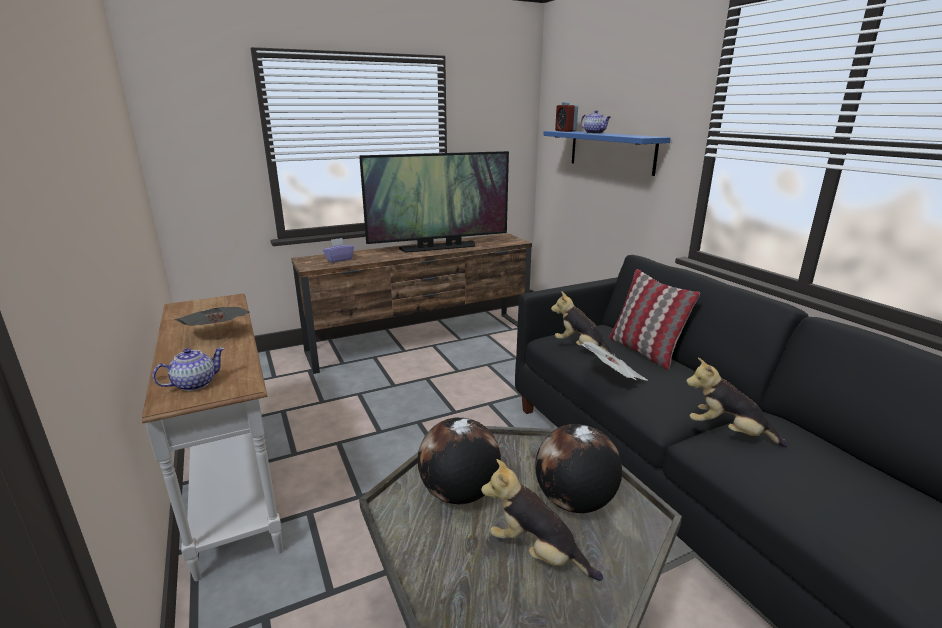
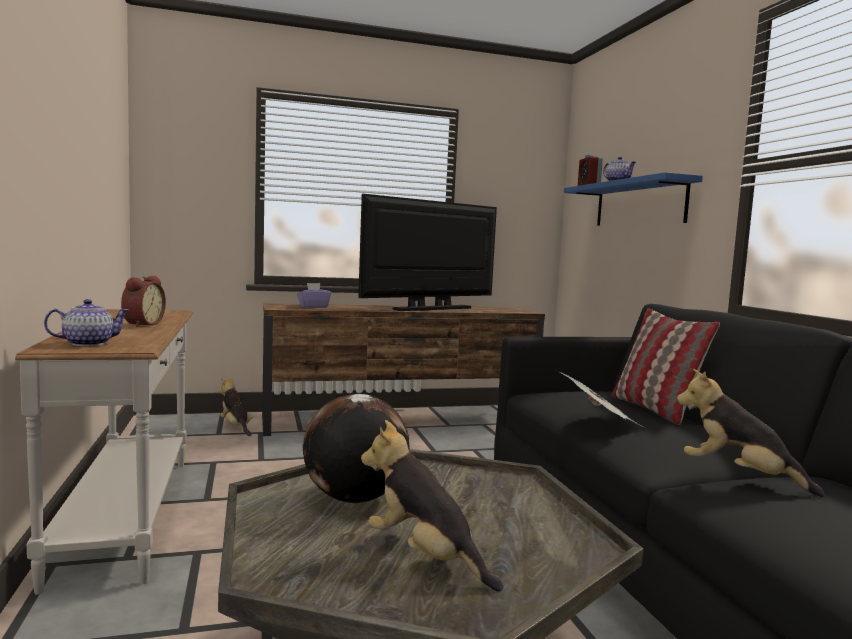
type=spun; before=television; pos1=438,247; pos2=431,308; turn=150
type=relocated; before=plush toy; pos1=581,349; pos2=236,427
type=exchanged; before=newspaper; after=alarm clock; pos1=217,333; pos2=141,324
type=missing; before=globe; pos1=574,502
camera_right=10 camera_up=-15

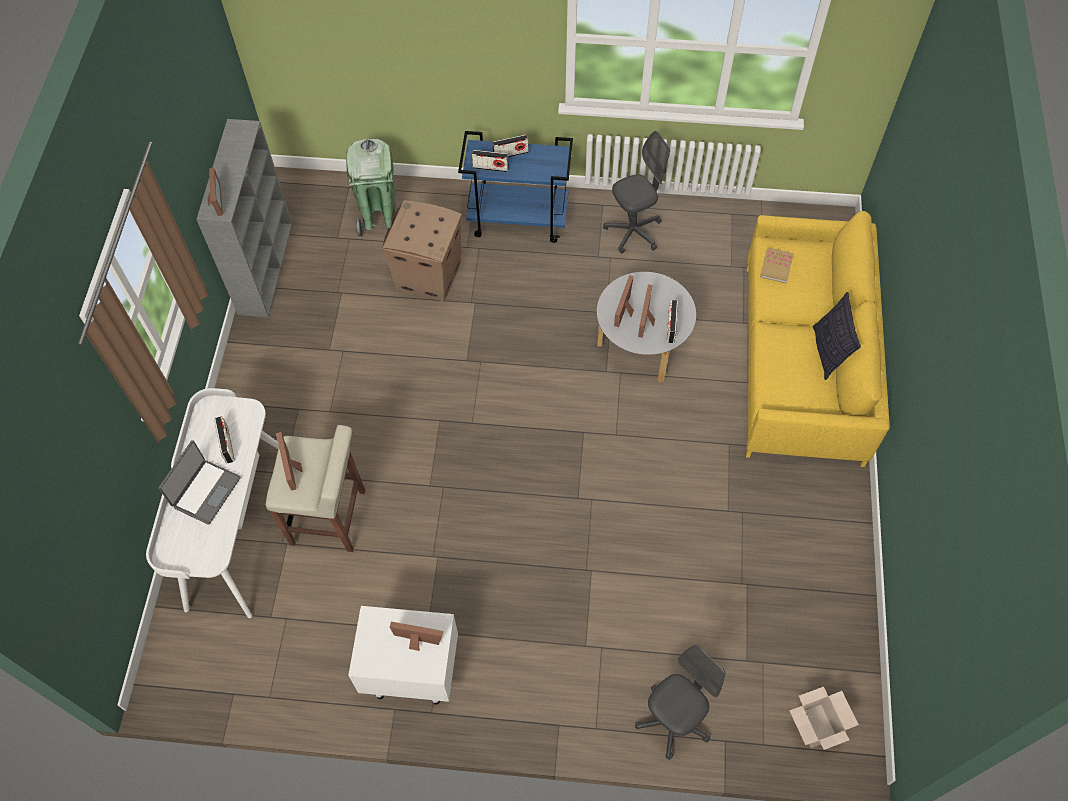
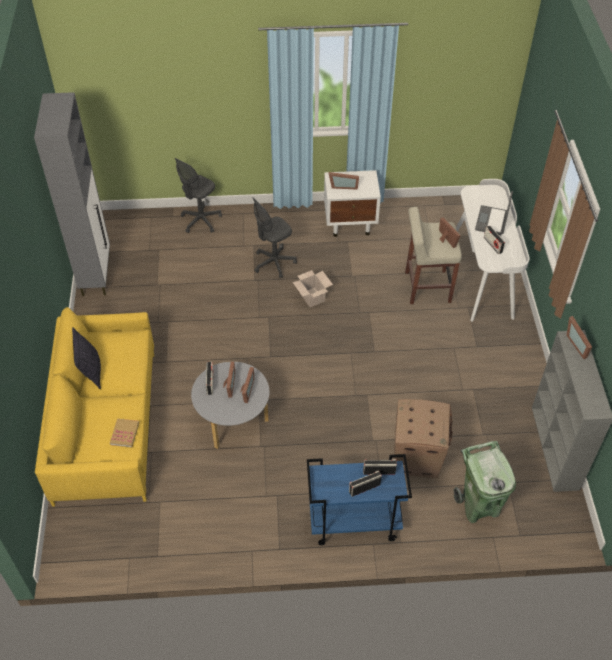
type=relocated; before=grey office chair; pos1=633,232; pos2=274,263
type=relocated; before=cardboard box; pos1=815,725; pos2=313,297
type=appeared; after=grey cabinet; pos2=96,274
camera_right=170 camera_up=-10

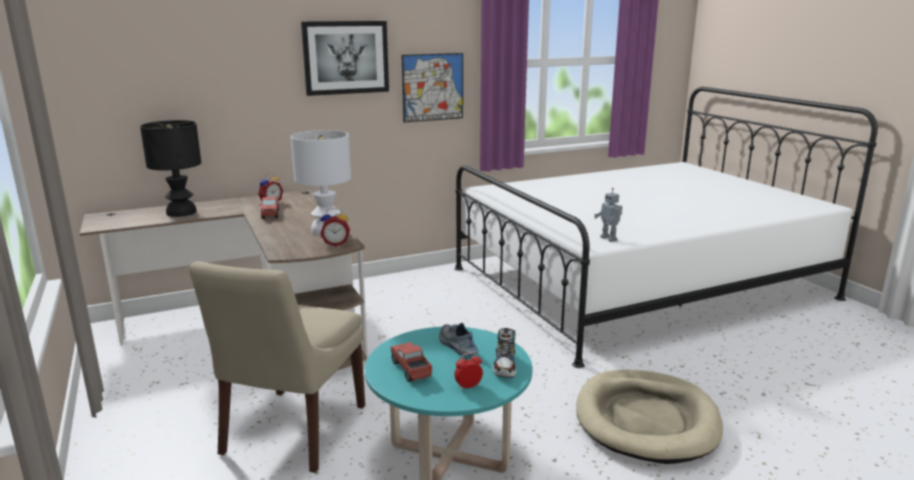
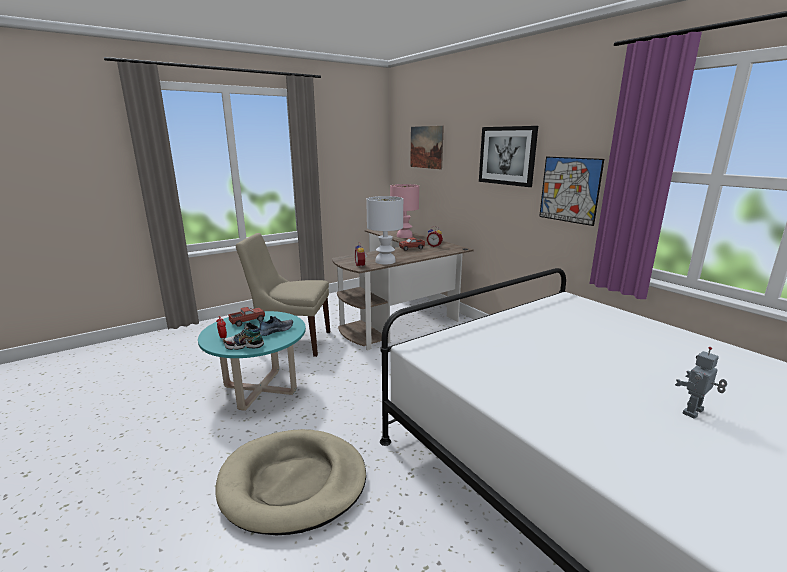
type=colour; before=black table lamp; after=pink table lamp; pos1=181,212; pos2=404,236
type=relocated; before=toy robot; pos1=609,239; pos2=694,412
type=appeared; after=picture; pos2=426,147
camera_right=80 camera_up=0

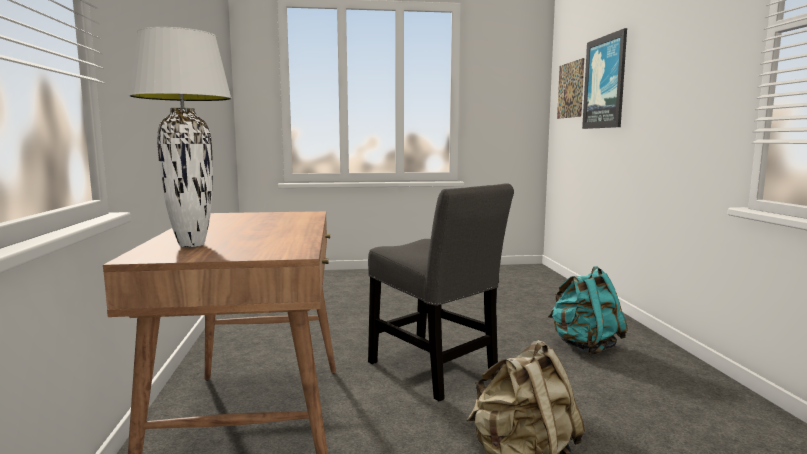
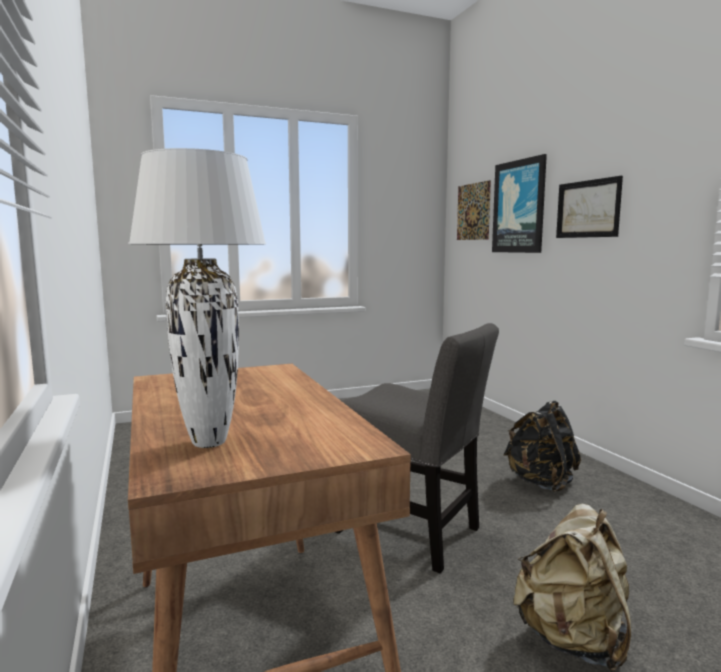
type=colour; before=turquoise backpack; after=black backpack; pos1=585,347; pos2=540,482
type=appeared; after=picture; pos2=587,209
camera_right=-15 camera_up=0

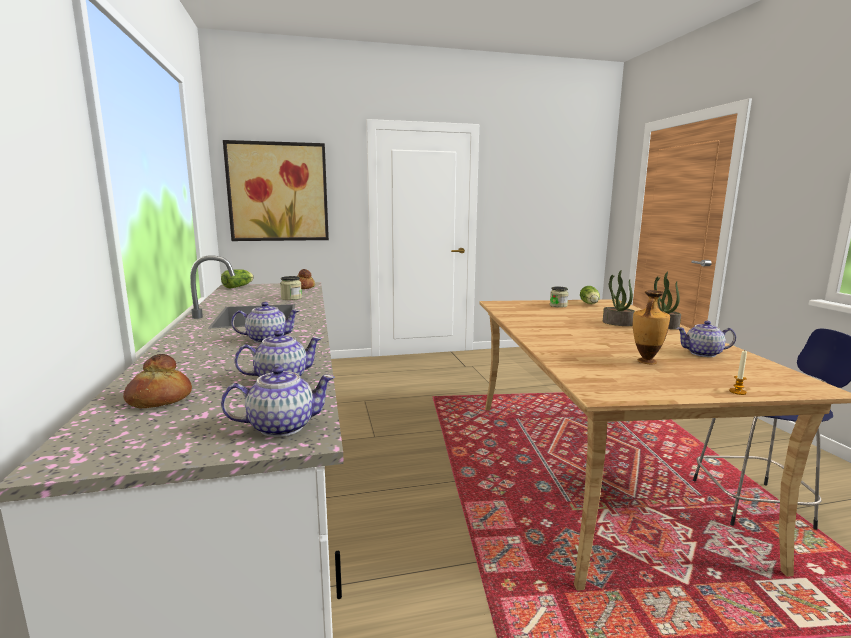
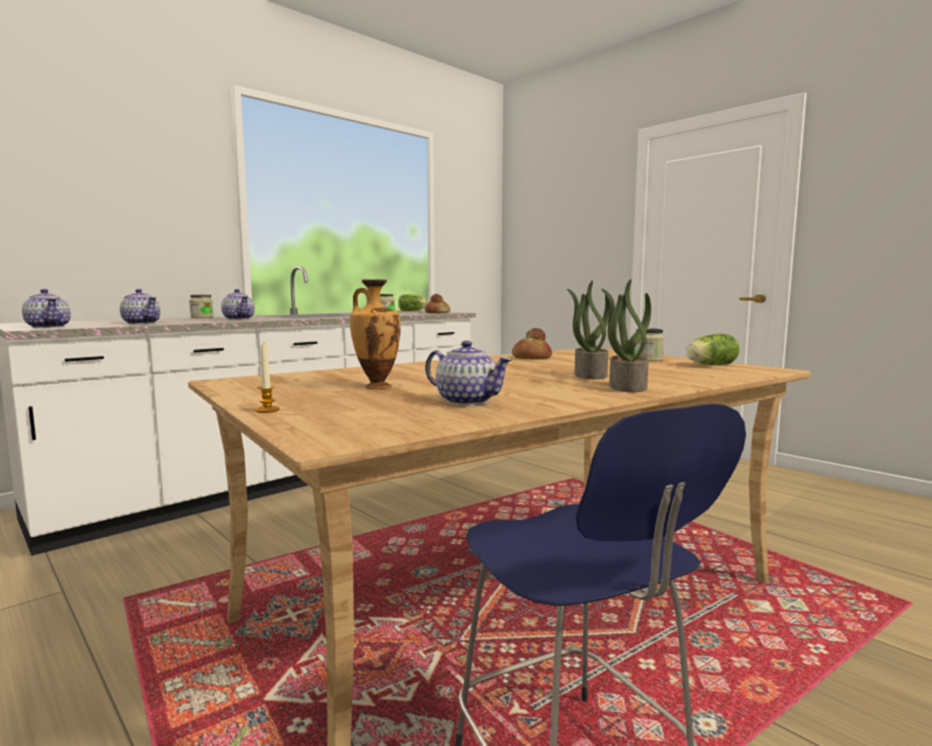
type=missing; before=picture; pos1=278,192
type=spun; before=teapot; pos1=703,353; pos2=466,401; turn=150
type=relocated; before=bread; pos1=159,399; pos2=531,358
type=appeared; after=jar; pos2=202,317
camera_right=60 camera_up=-5

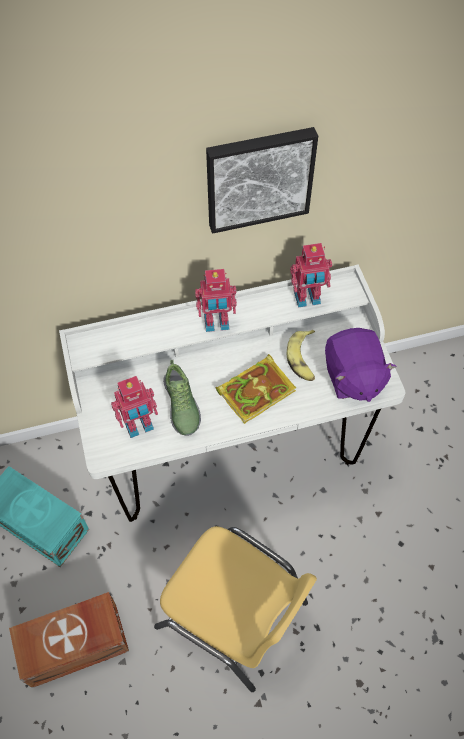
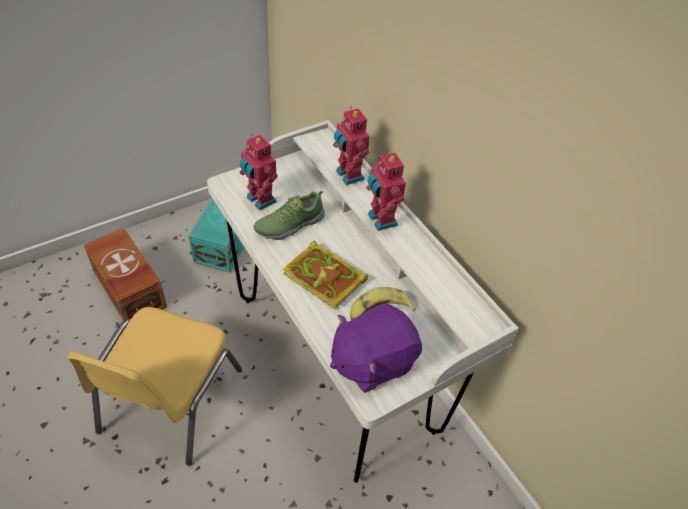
type=missing; before=picture; pos1=258,178
type=relocated; before=toy robot; pos1=307,299; pos2=348,175
camera_right=70 camera_up=-10

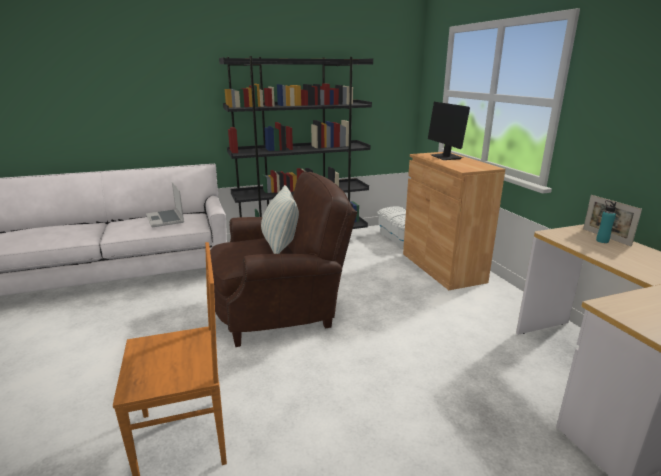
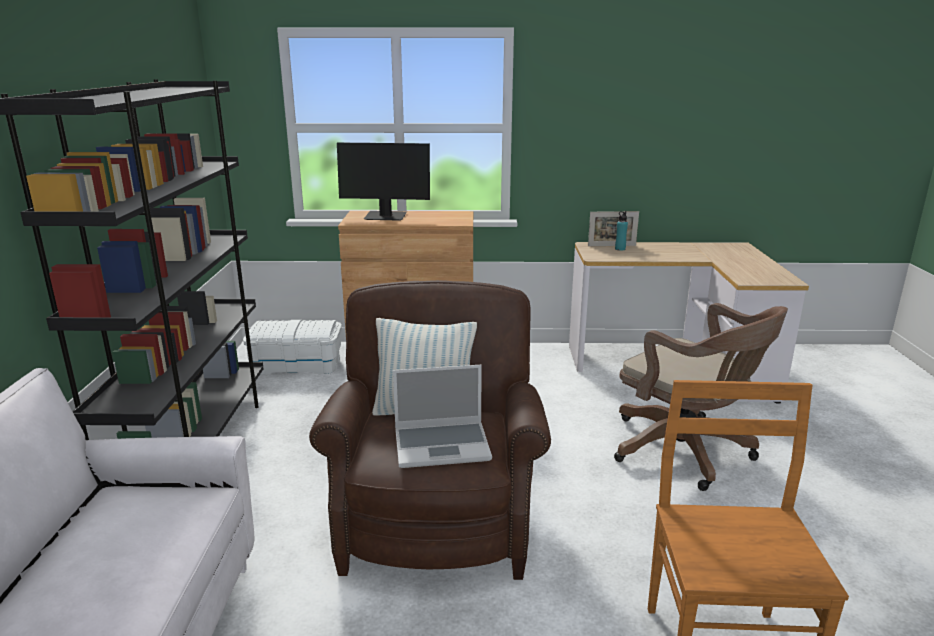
type=relocated; before=laptop; pos1=166,219; pos2=443,445
type=appeared; after=brown office chair; pos2=686,452
camera_right=-70 camera_up=0

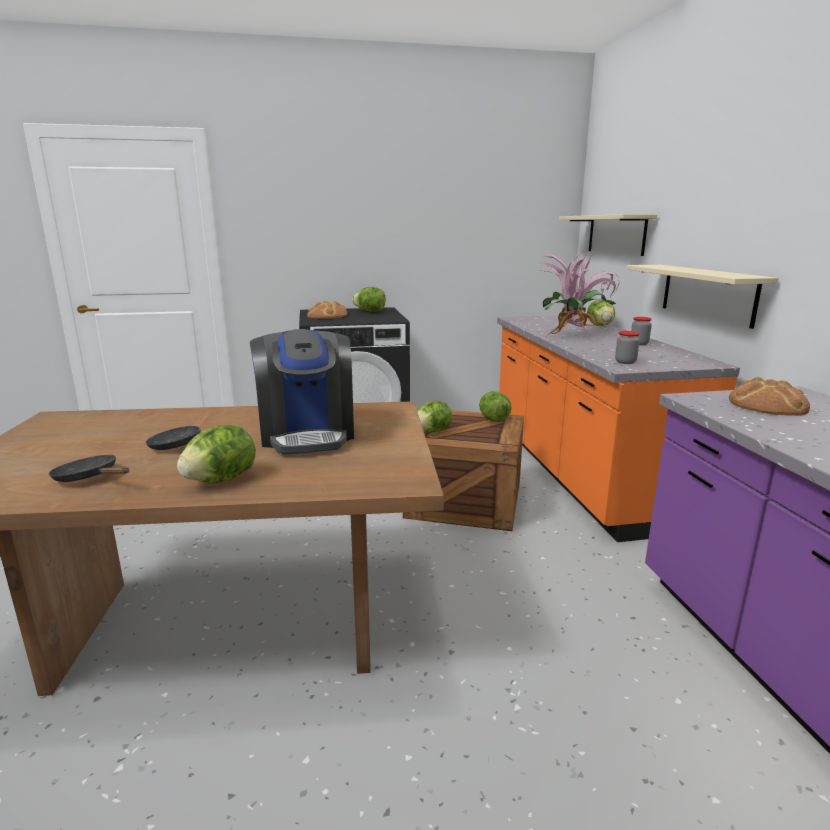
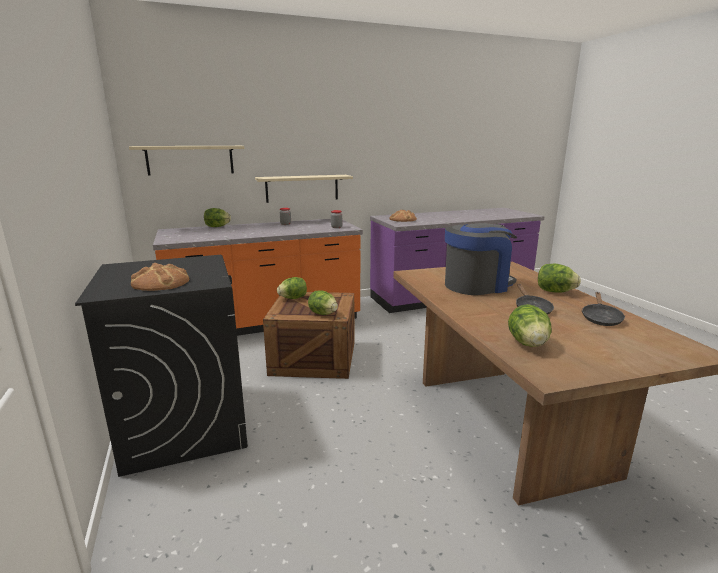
type=missing; before=potted plant; pos1=574,335
type=relocated; before=lettuce; pos1=370,311; pos2=528,344
camera_right=-100 camera_up=0

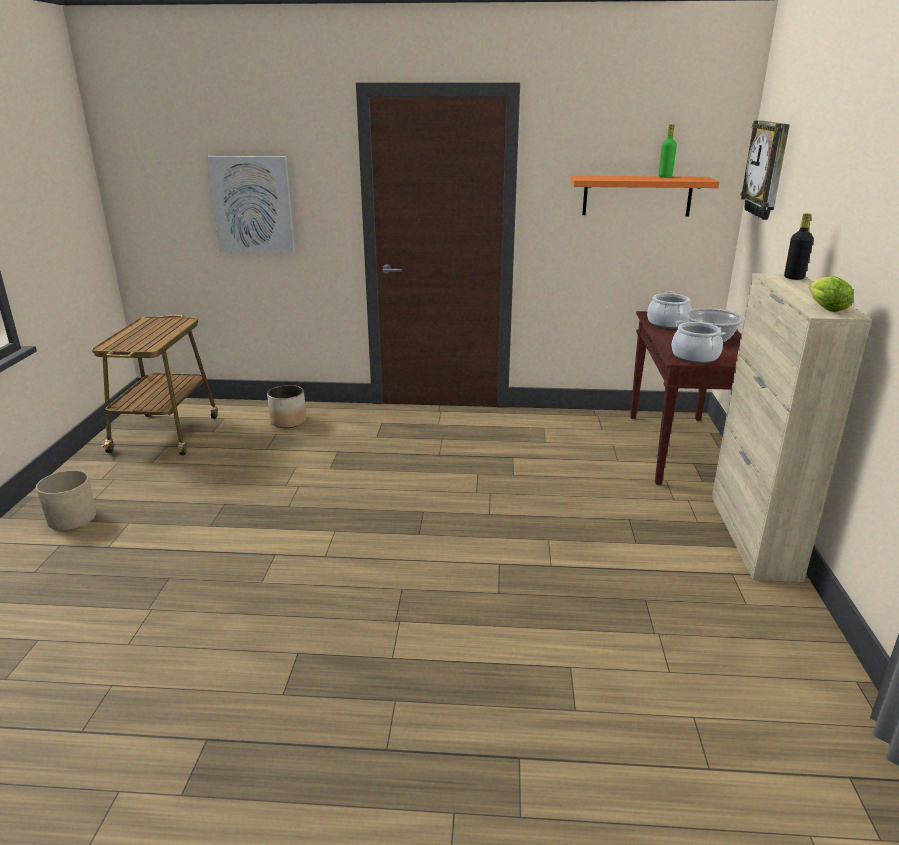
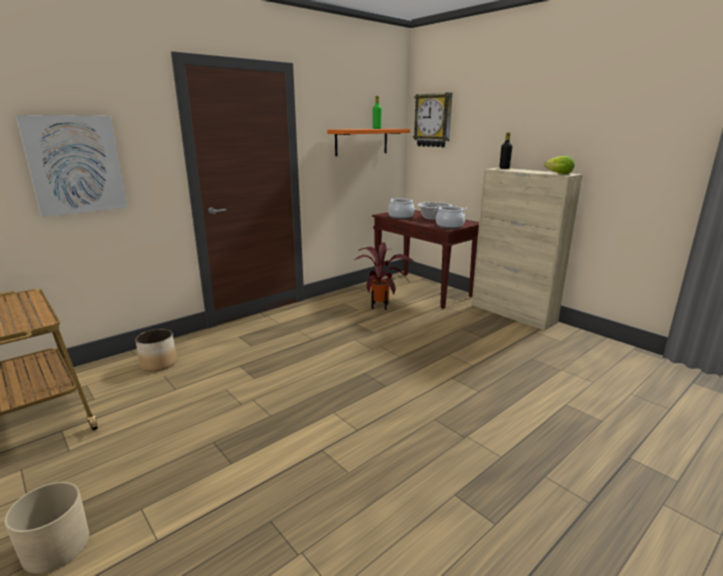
type=appeared; after=potted plant; pos2=381,305
camera_right=-45 camera_up=-5

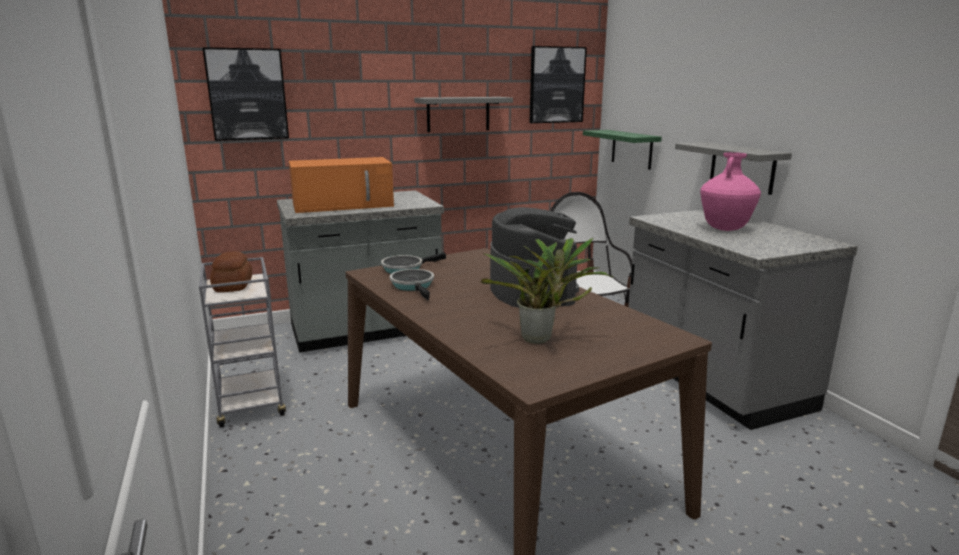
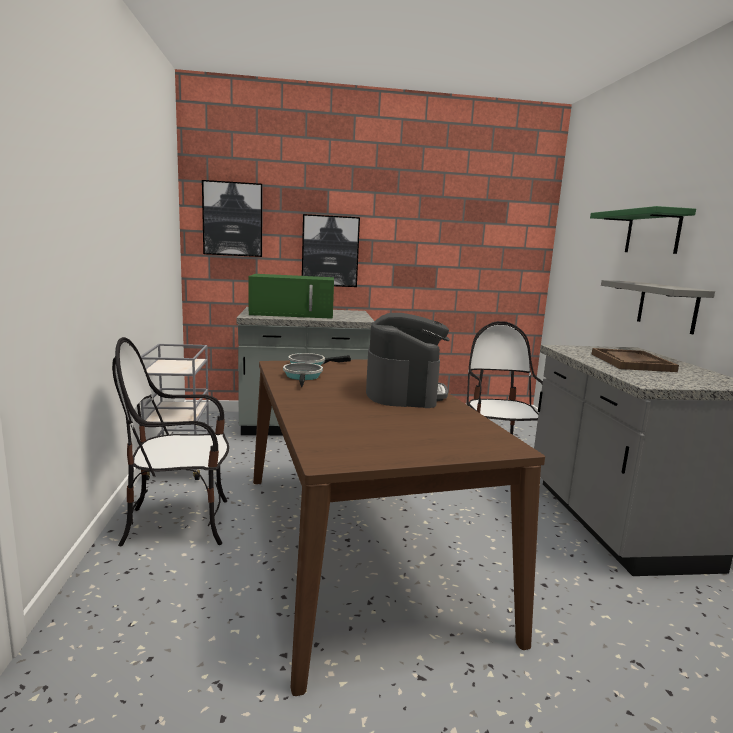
type=relocated; before=picture; pos1=556,85; pos2=330,251
type=missing; before=grey shelf; pos1=458,114
type=relocated; before=green shelf; pos1=631,149; pos2=652,232
type=exchanged; before=pink vase; after=brown tray; pos1=725,229; pos2=631,362
type=colour; before=orange microwave; after=green microwave; pos1=344,204; pos2=294,314
type=missing; before=potted plant; pos1=540,340
type=missing; before=bread; pos1=232,286
type=appeared; after=chair; pos2=179,523
camera_right=15 camera_up=-5

